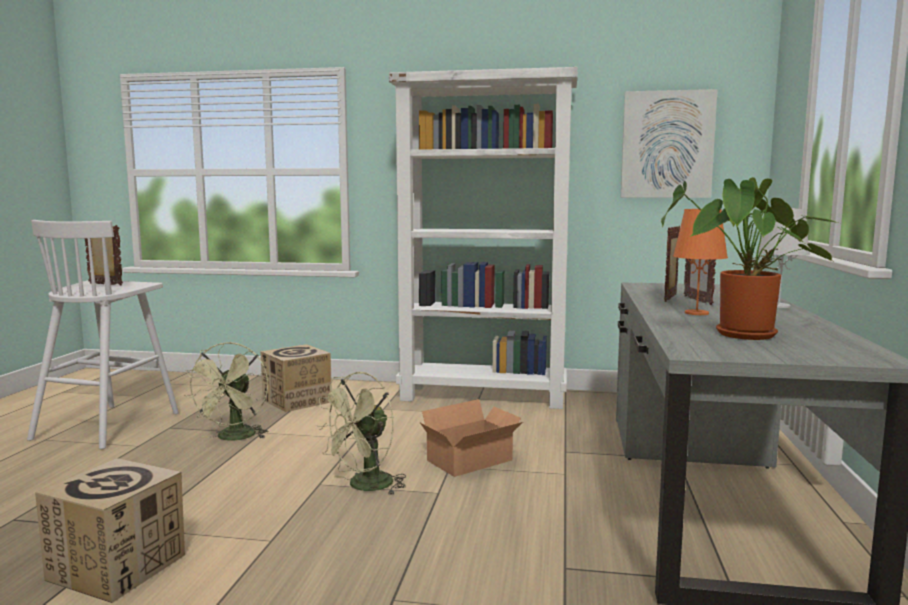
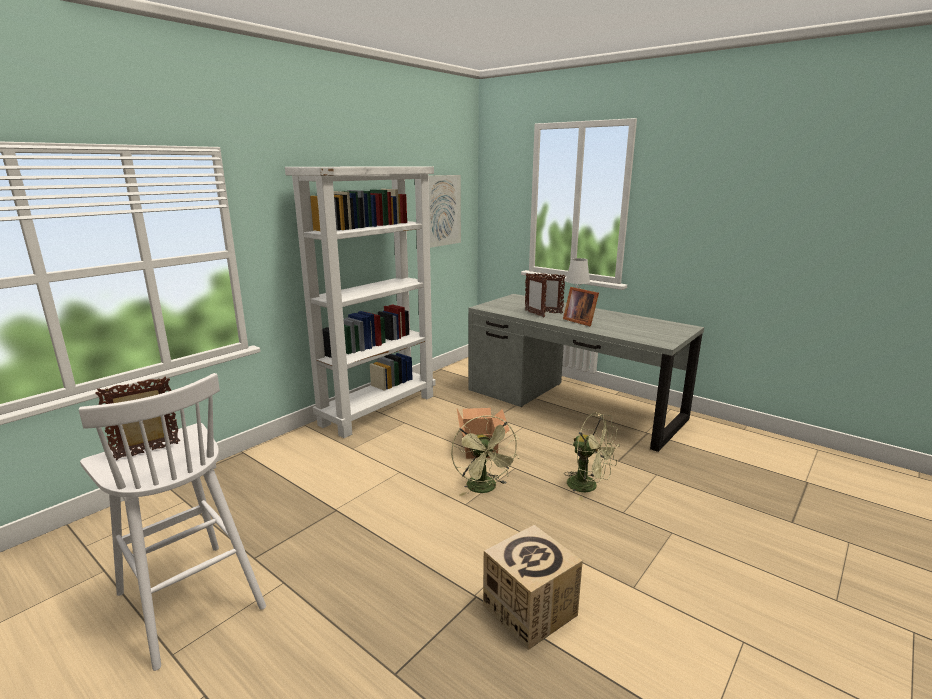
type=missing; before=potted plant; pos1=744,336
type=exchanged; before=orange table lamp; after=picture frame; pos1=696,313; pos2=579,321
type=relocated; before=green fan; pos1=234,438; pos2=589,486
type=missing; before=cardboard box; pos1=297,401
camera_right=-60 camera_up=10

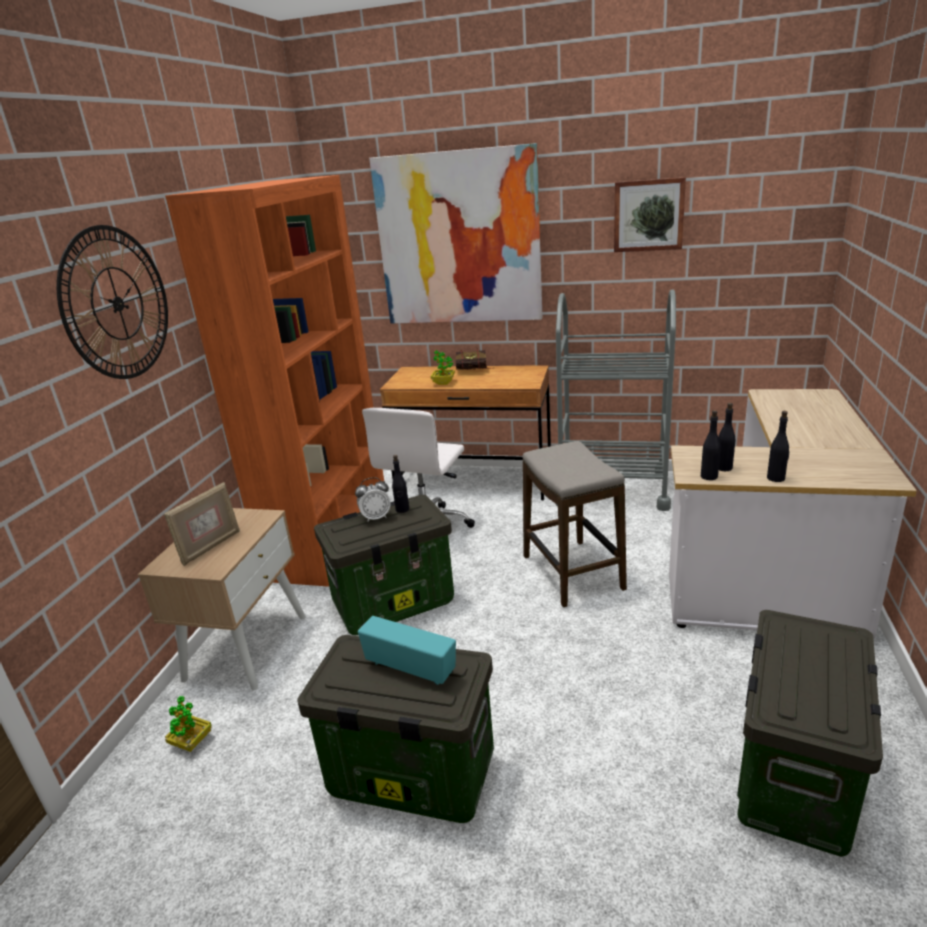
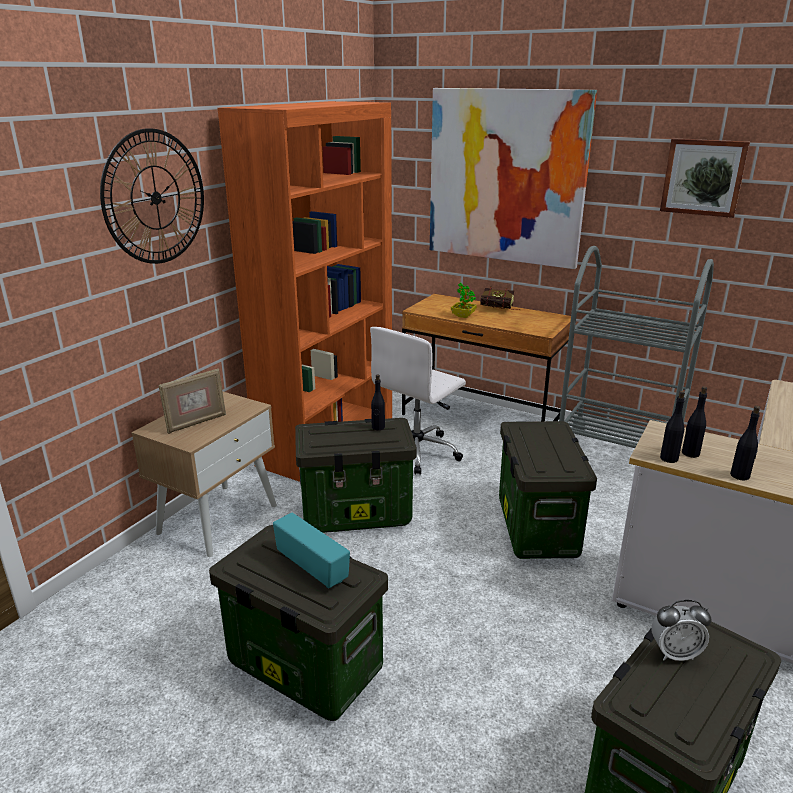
type=exchanged; before=stool; after=storage box; pos1=572,573; pos2=535,527
type=relocated; before=alarm clock; pos1=376,517; pos2=674,653
type=missing; before=potted plant; pos1=192,742
camera_right=15 camera_up=0

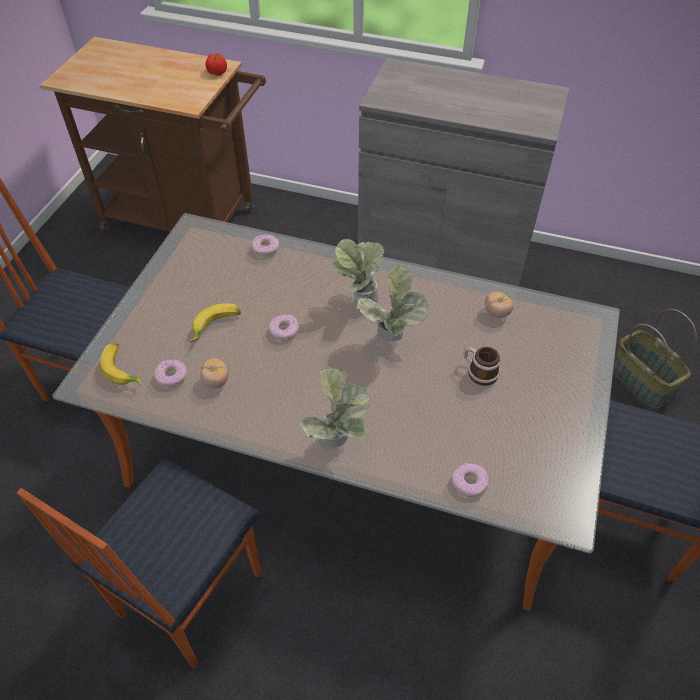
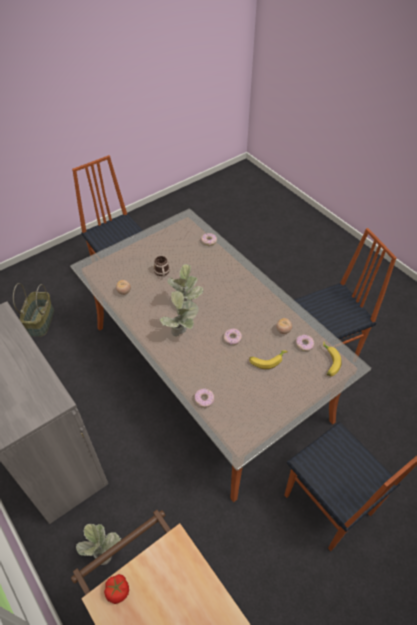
type=relocated; before=potted plant; pos1=339,444; pos2=102,552
camera_right=-145 camera_up=0

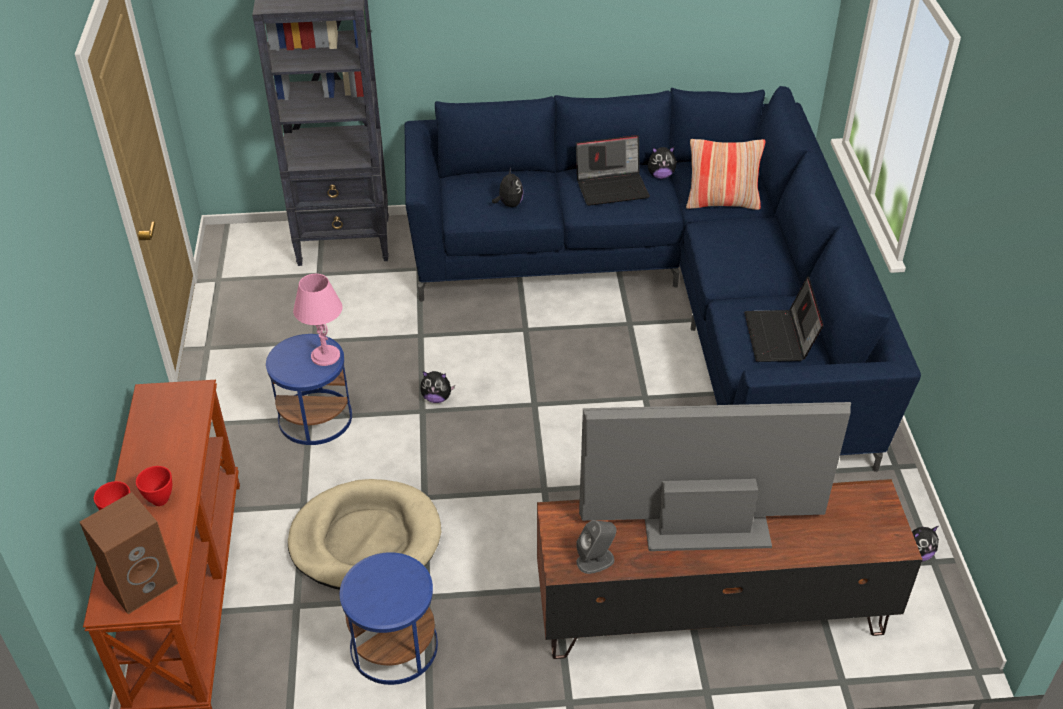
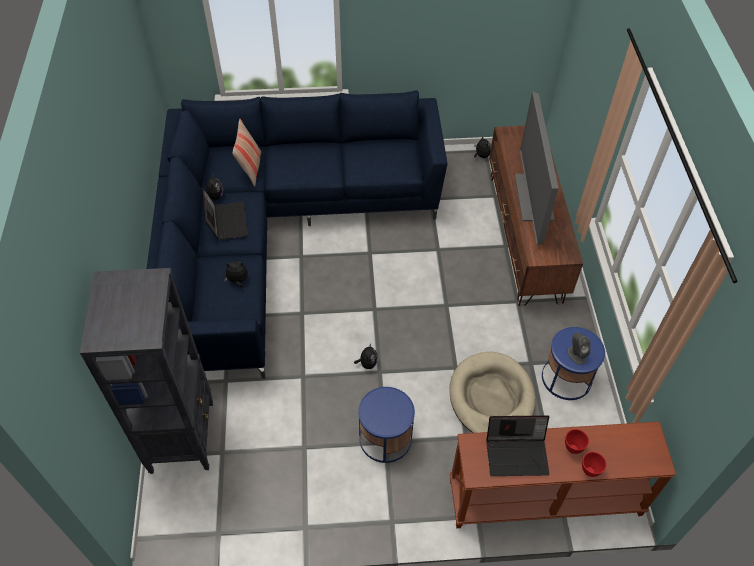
type=missing; before=pink table lamp; pos1=326,355
type=relocated; before=laptop; pos1=780,338; pos2=517,453
type=missing; before=brown speaker; pos1=141,581
type=relocated; before=grey speaker; pos1=596,560; pos2=576,355
camera_right=-90 camera_up=10

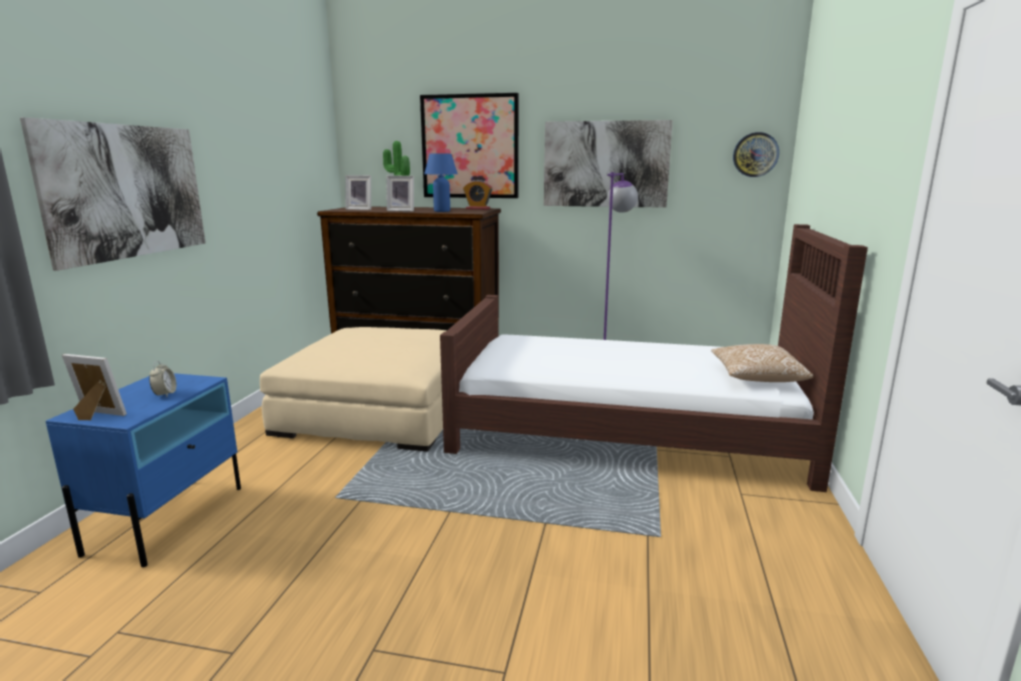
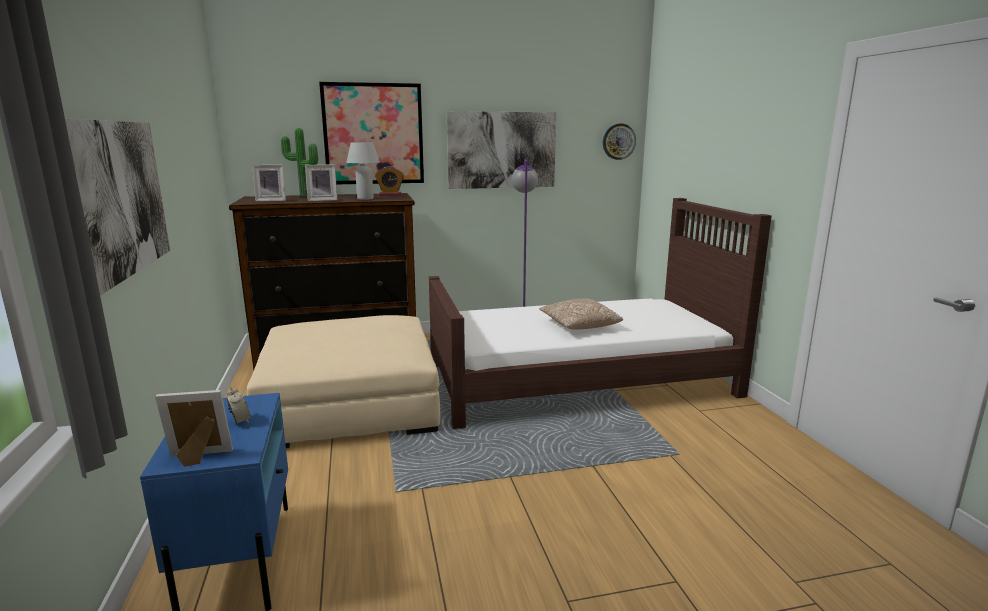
type=colour; before=blue table lamp; after=white table lamp; pos1=442,211; pos2=365,199
type=relocated; before=pillow; pos1=756,377; pos2=579,326
camera_right=-25 camera_up=0

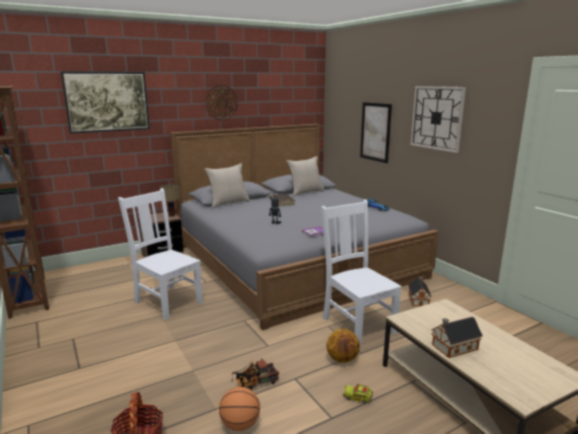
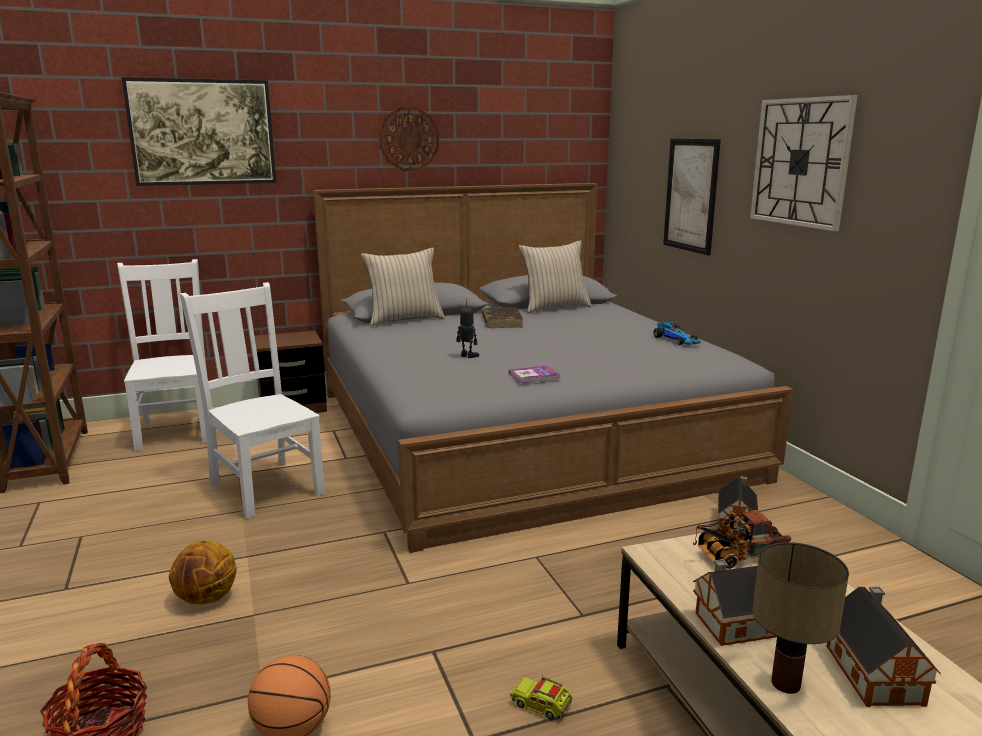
type=relocated; before=table lamp; pos1=172,215; pos2=787,684
type=relocated; before=white chair; pos1=357,324; pos2=176,429
type=relocated; before=basketball; pos1=342,359; pos2=206,598
type=relocated; before=toy truck; pos1=254,383; pos2=736,556
type=appeared; after=toy house; pos2=872,671
camera_right=10 camera_up=0

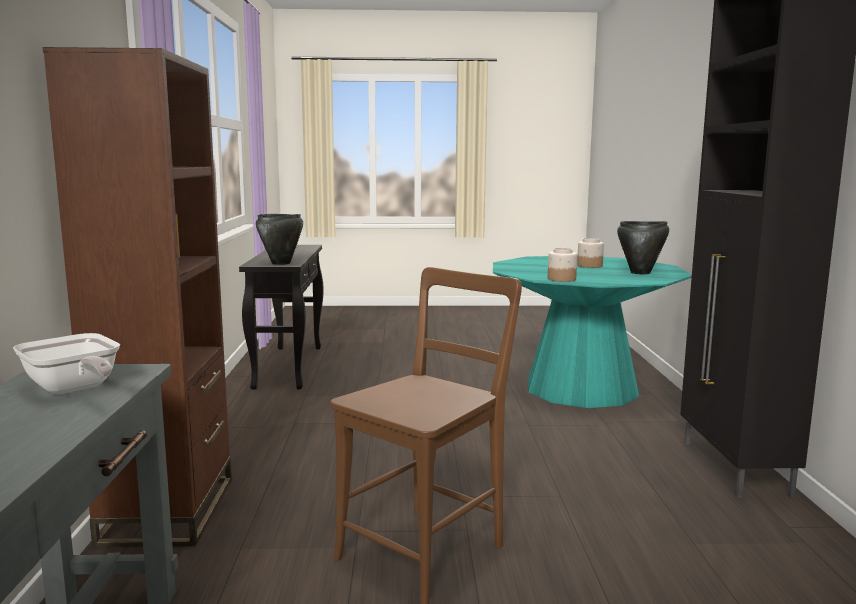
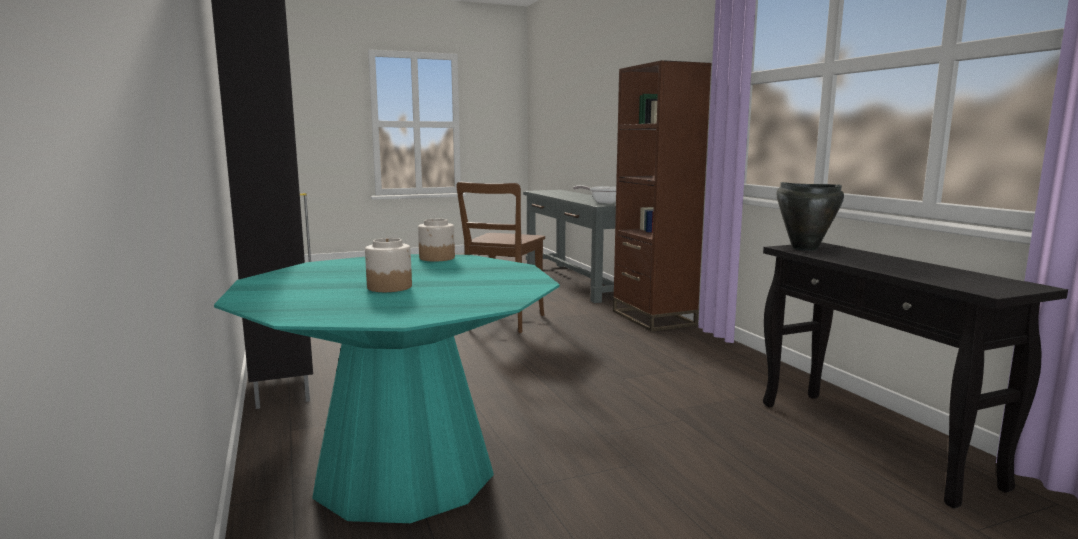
type=missing; before=black cooking pot; pos1=640,273
camera_right=160 camera_up=0

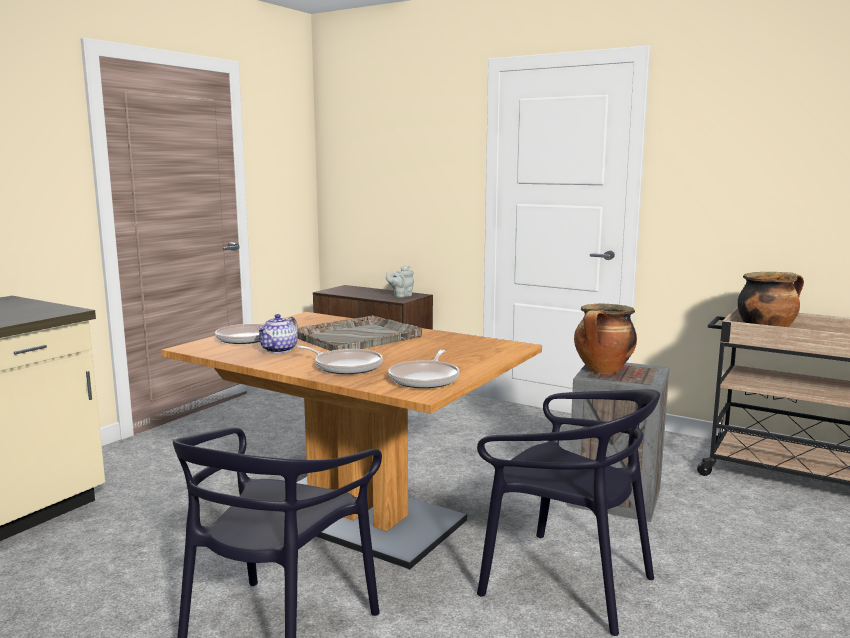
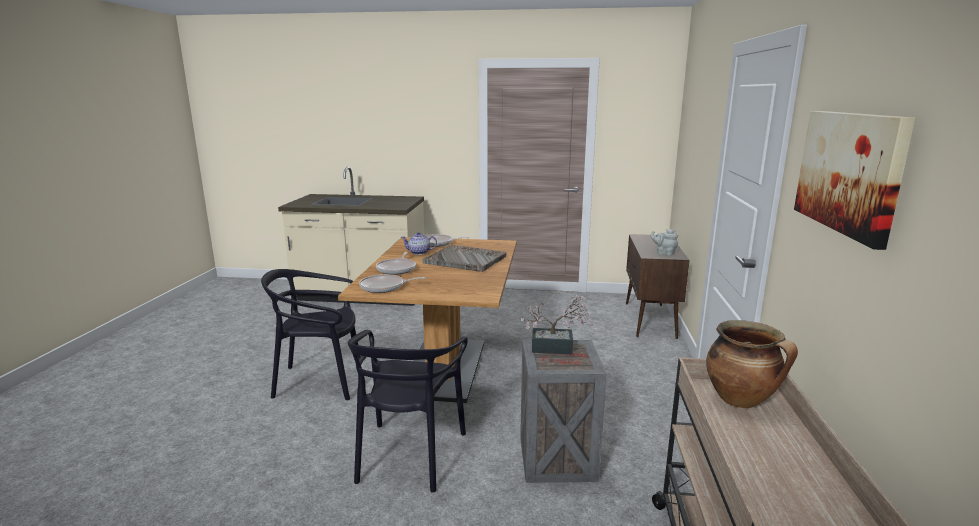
type=exchanged; before=cooking pot; after=potted plant; pos1=603,370; pos2=557,348
type=appeared; after=picture; pos2=849,172
camera_right=65 camera_up=5

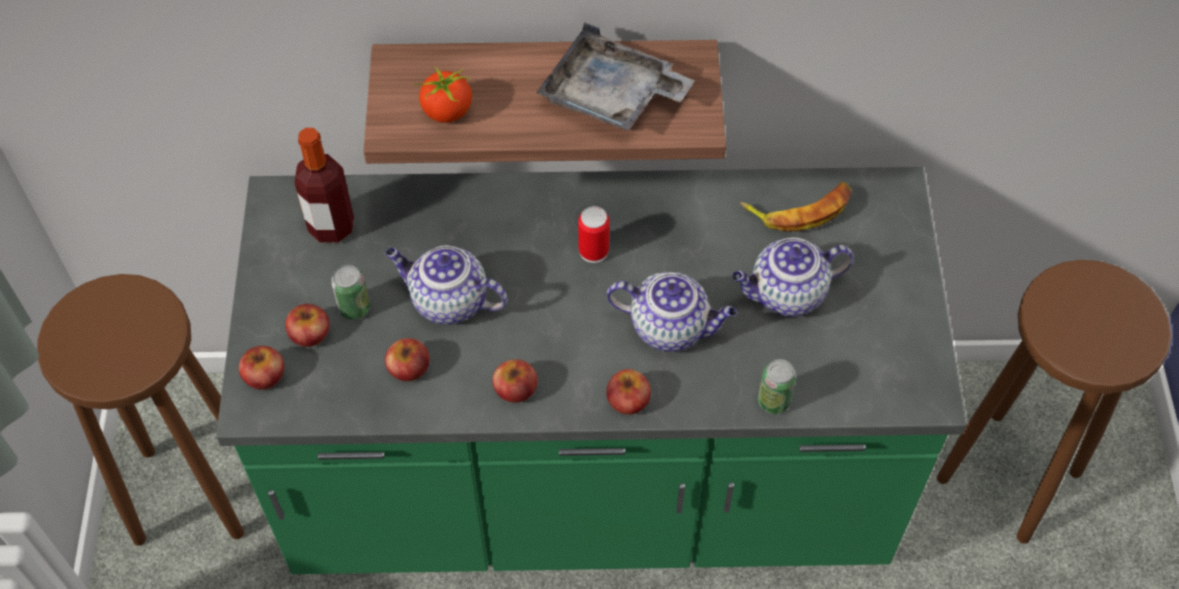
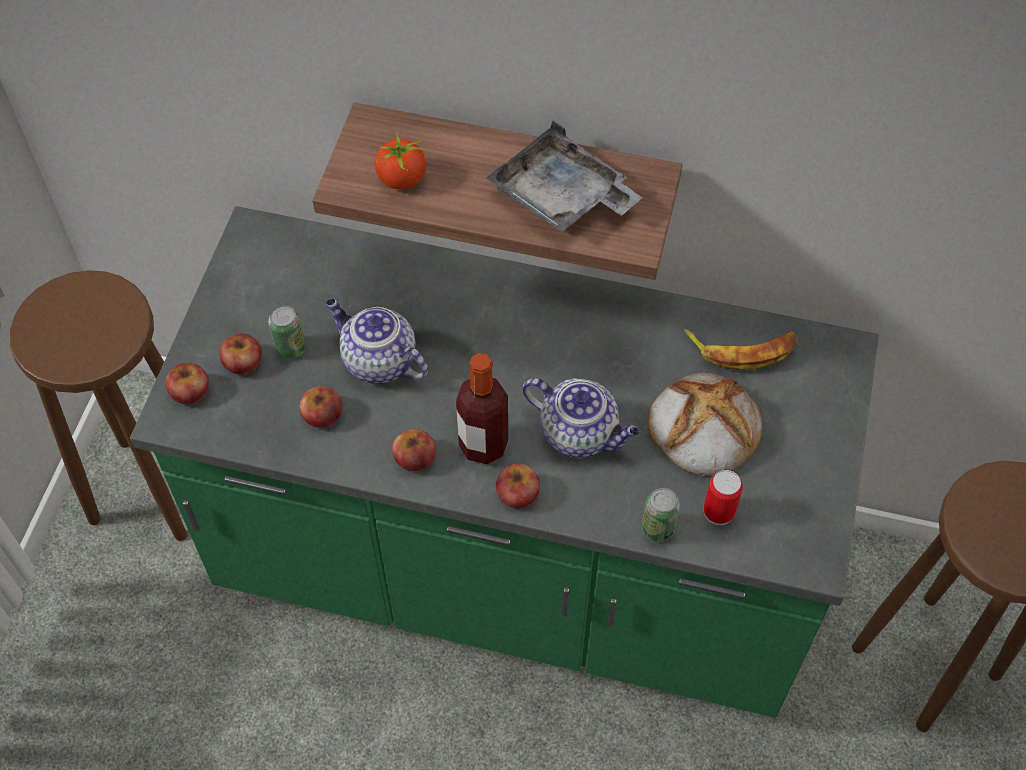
type=relocated; before=bottle; pos1=331,226; pos2=483,445
type=relocated; before=can; pos1=593,251; pos2=718,511
type=exchanged; before=teapot; after=bread; pos1=786,294; pos2=702,428
camera_right=15 camera_up=0

